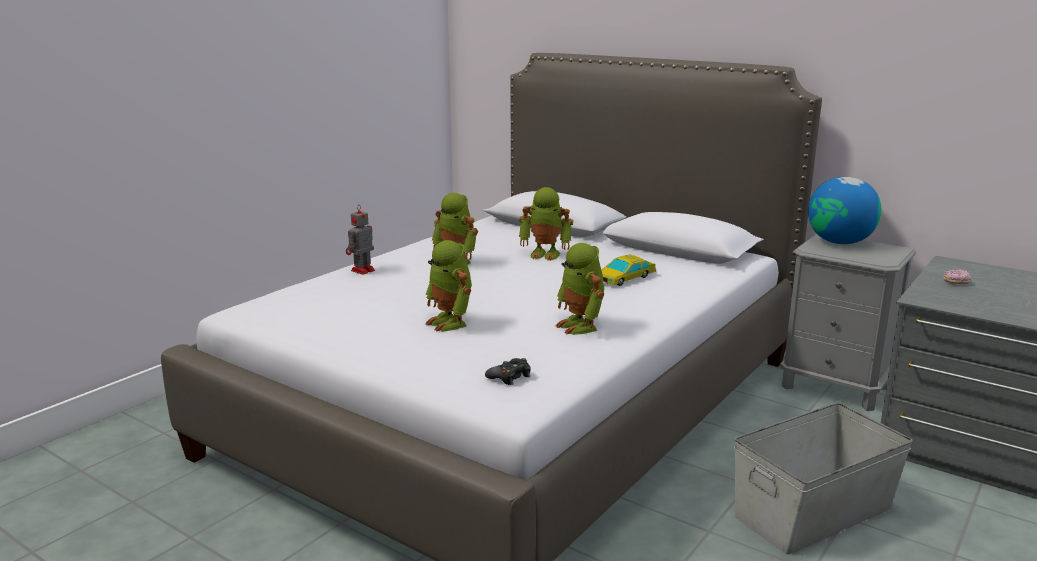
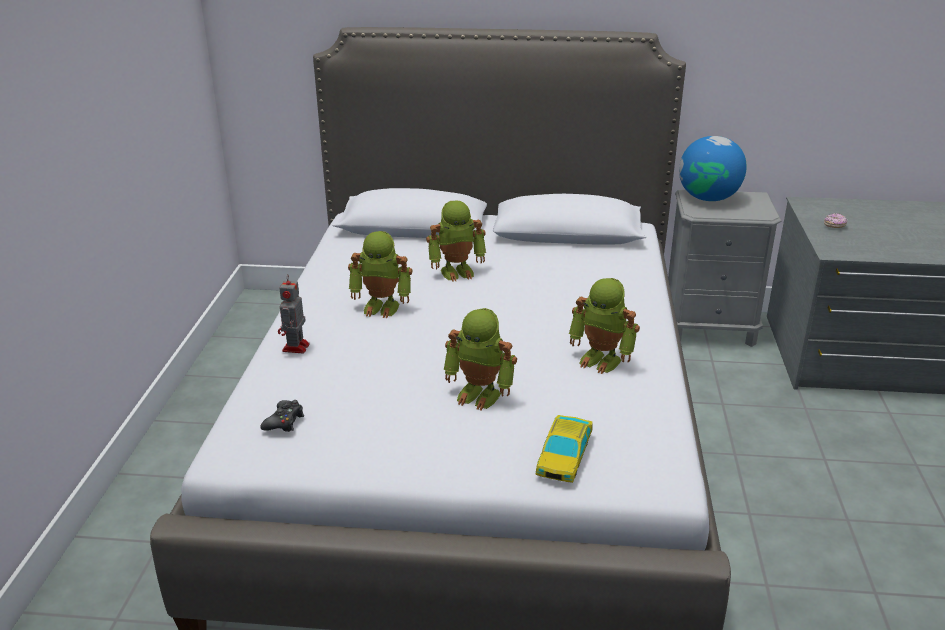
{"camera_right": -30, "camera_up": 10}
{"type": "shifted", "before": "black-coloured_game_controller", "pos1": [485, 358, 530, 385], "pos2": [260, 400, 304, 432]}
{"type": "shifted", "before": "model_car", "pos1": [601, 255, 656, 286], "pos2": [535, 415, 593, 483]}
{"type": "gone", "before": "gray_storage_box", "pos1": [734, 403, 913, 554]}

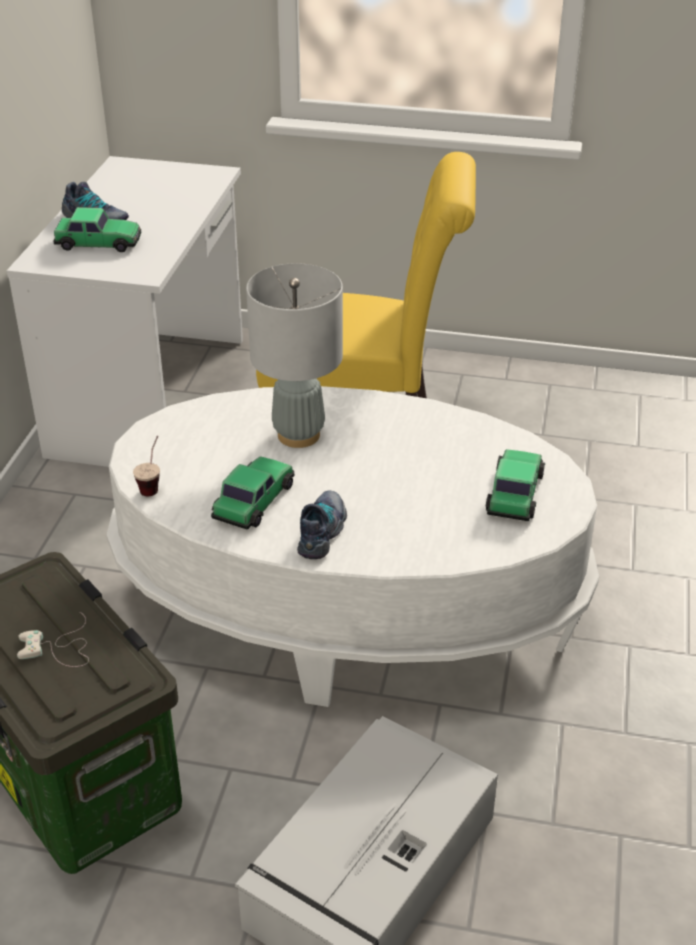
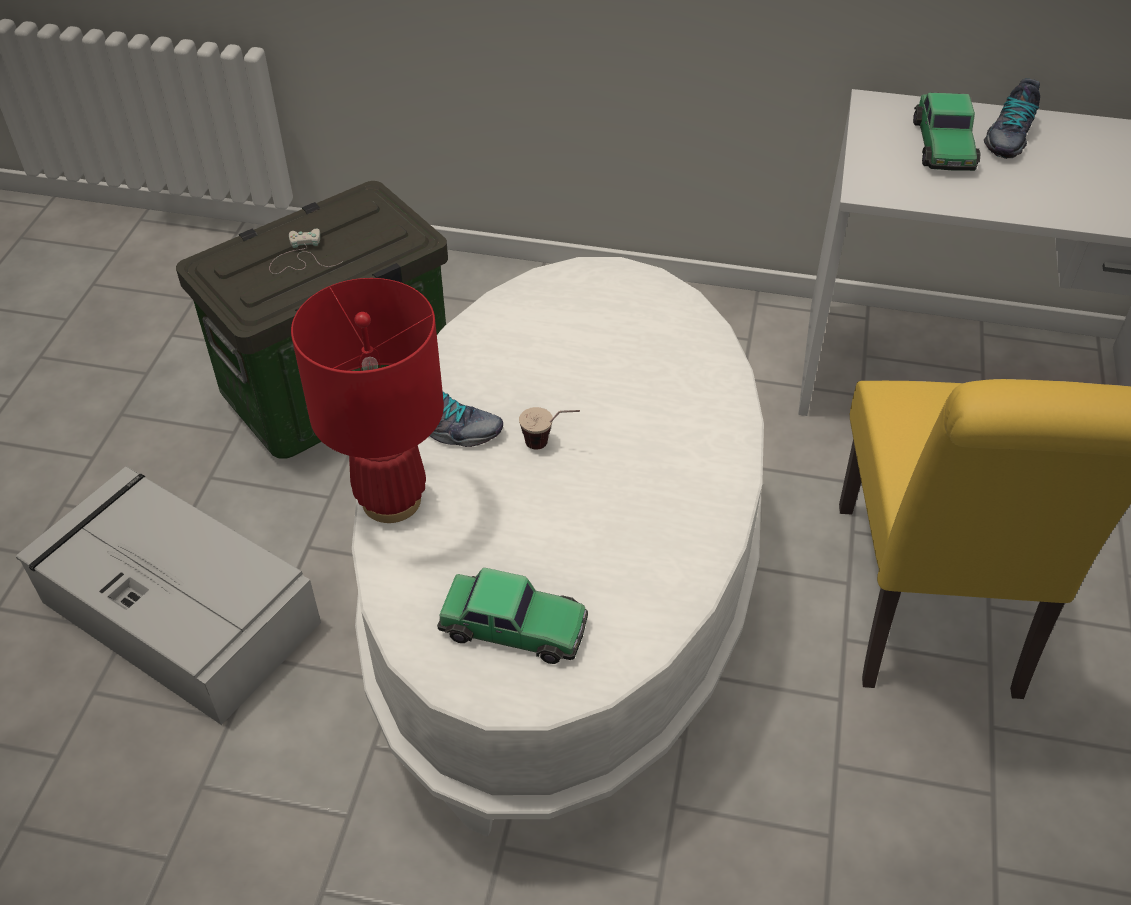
{"camera_right": 90, "camera_up": 10}
{"type": "new", "after": "reddish_lamp_for_a_table", "pos2": [291, 278, 444, 523]}
{"type": "shifted", "before": "small_cup", "pos1": [133, 436, 160, 497], "pos2": [519, 407, 580, 450]}
{"type": "gone", "before": "model_car", "pos1": [211, 456, 295, 529]}
{"type": "gone", "before": "gray_lamp_for_a_table", "pos1": [246, 263, 343, 448]}

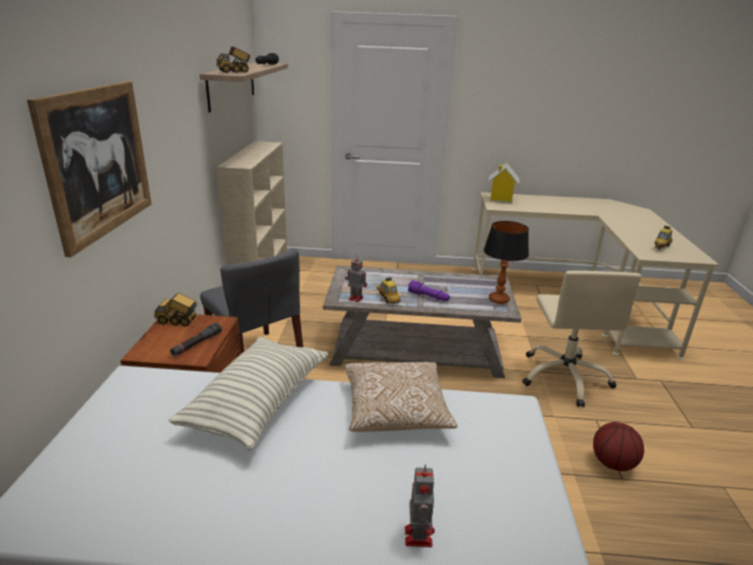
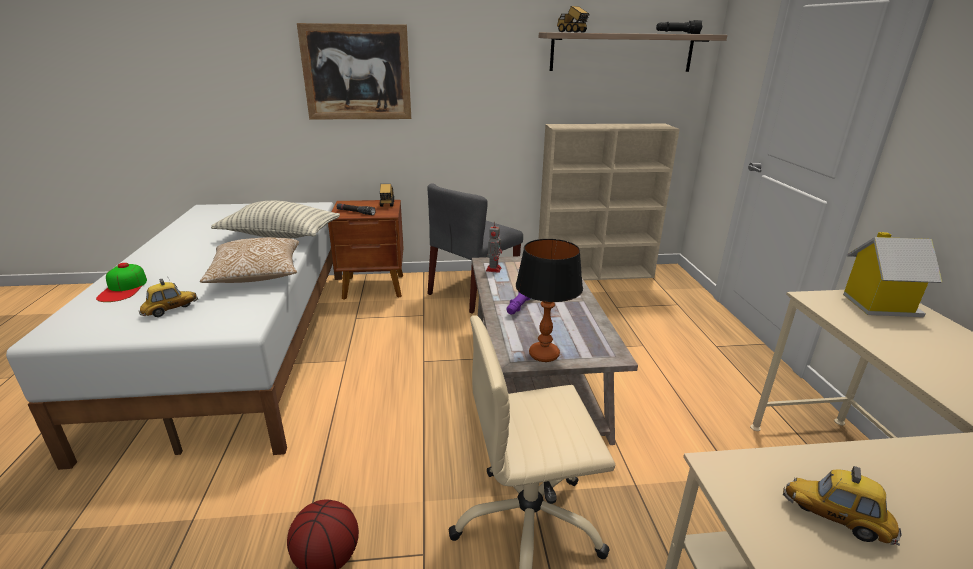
{"camera_right": 80, "camera_up": 0}
{"type": "swapped", "before": "model_robot", "after": "peaked_cap", "pos1": [405, 464, 435, 547], "pos2": [96, 263, 147, 302]}
{"type": "shifted", "before": "model_car", "pos1": [376, 277, 401, 305], "pos2": [139, 278, 198, 317]}

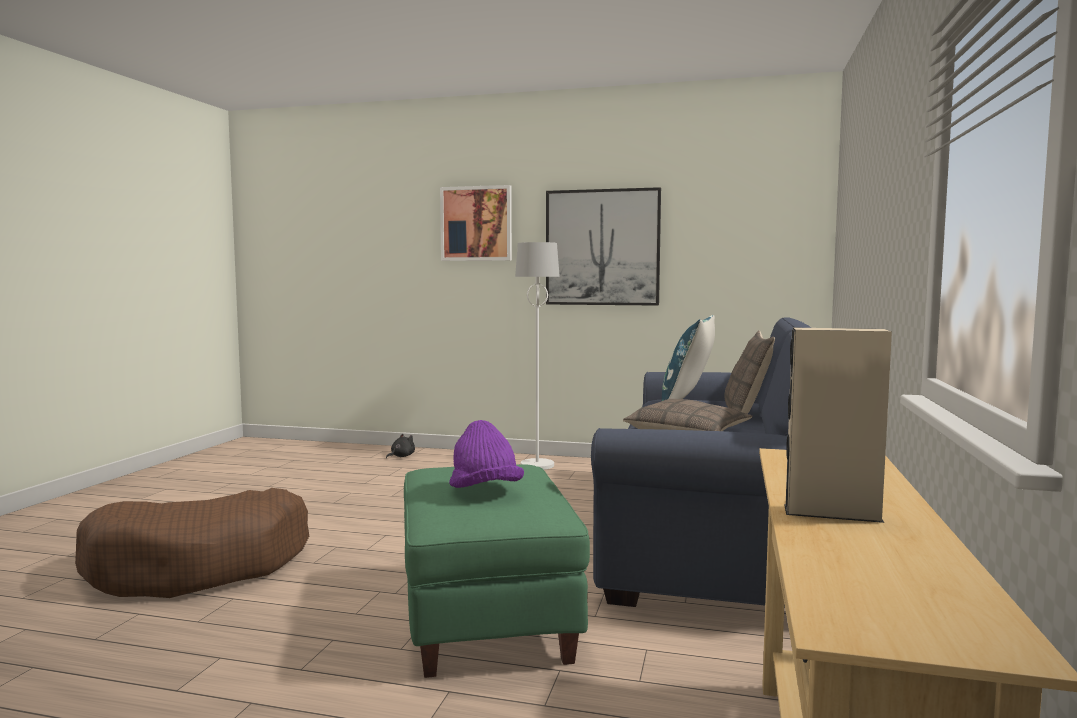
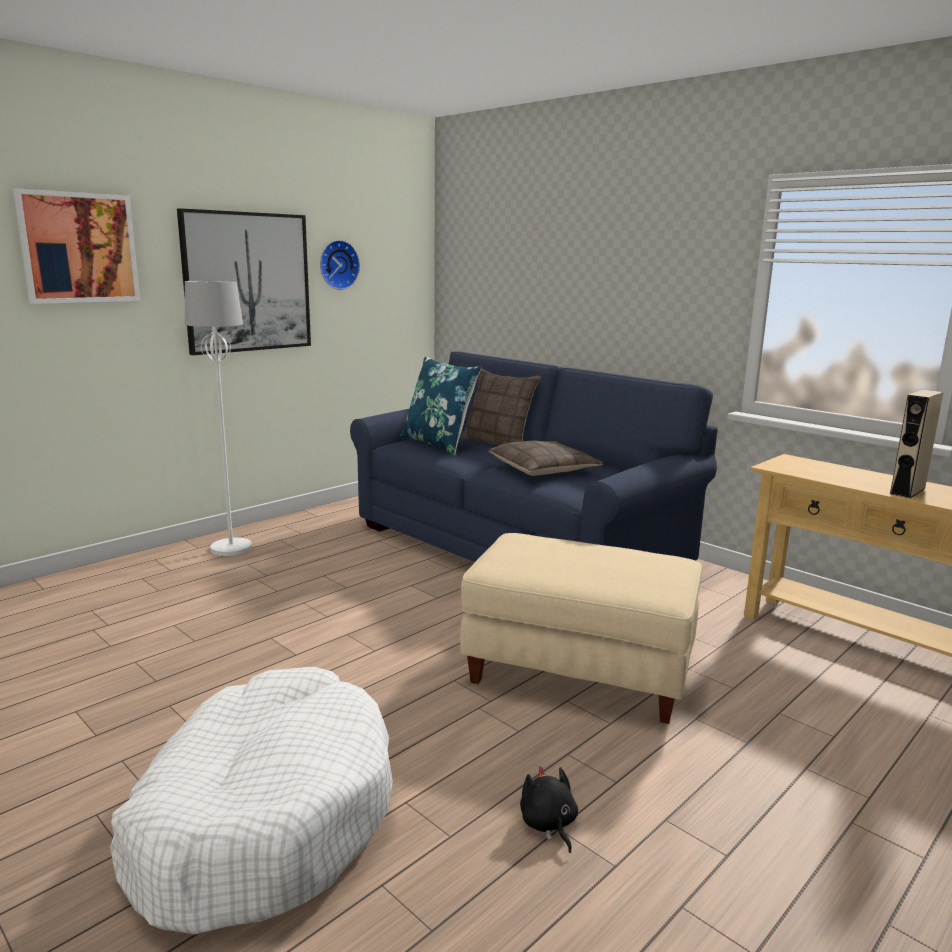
{"camera_right": -60, "camera_up": 10}
{"type": "repainted", "before": "brownish_dog_bed", "after": "white-coloured_dog_bed", "pos1": [75, 488, 309, 598], "pos2": [110, 667, 393, 934]}
{"type": "new", "after": "hanging_clock", "pos2": [320, 240, 360, 290]}
{"type": "repainted", "before": "green-coloured_pouffe", "after": "beige-coloured_pouffe", "pos1": [404, 464, 590, 678], "pos2": [460, 533, 702, 724]}
{"type": "shifted", "before": "black-coloured_cuddly_toy", "pos1": [386, 434, 415, 458], "pos2": [520, 766, 578, 853]}
{"type": "gone", "before": "purplish_wearable_hat", "pos1": [449, 420, 524, 488]}

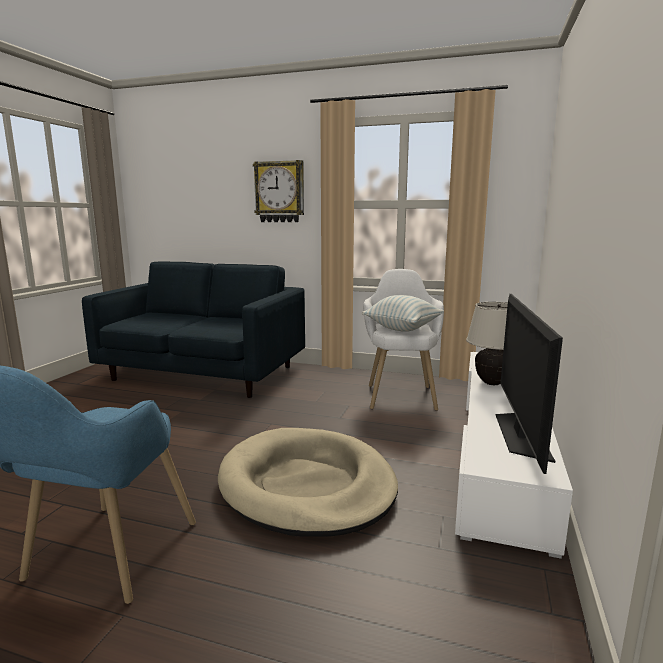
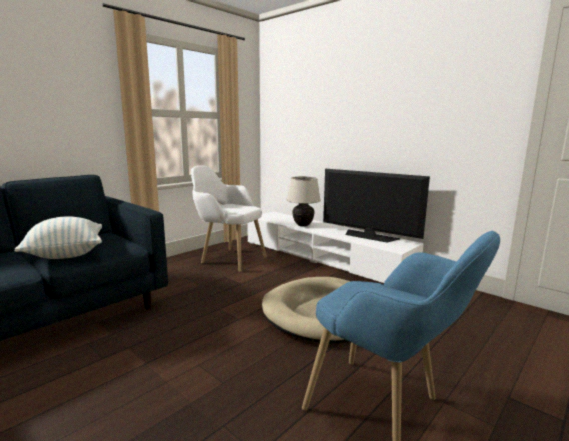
{"camera_right": -65, "camera_up": 0}
{"type": "shifted", "before": "throw_pillow", "pos1": [362, 295, 444, 332], "pos2": [15, 216, 102, 259]}
{"type": "gone", "before": "hanging_clock", "pos1": [253, 160, 304, 222]}

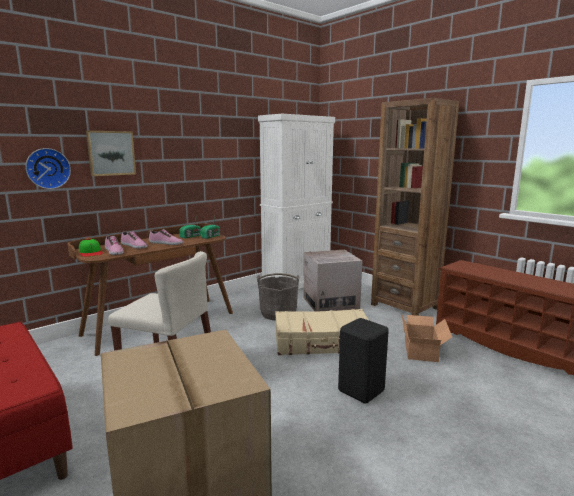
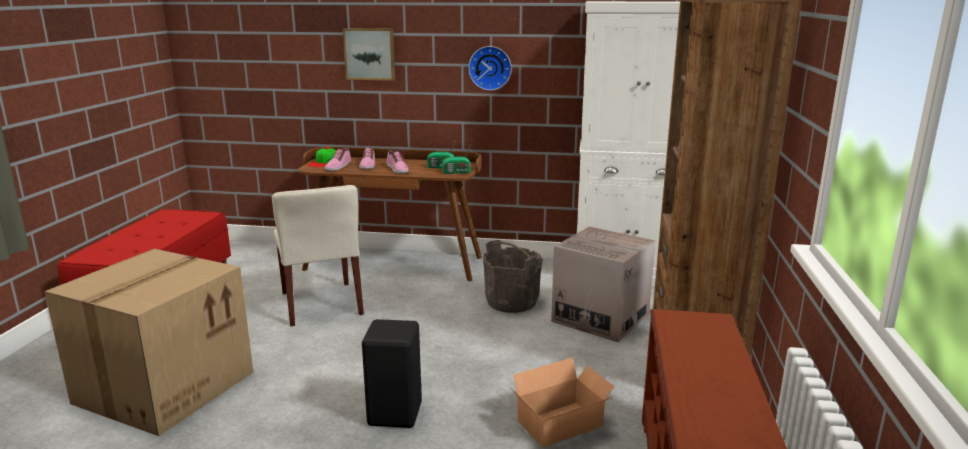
{"camera_right": 50, "camera_up": 5}
{"type": "shifted", "before": "hanging_clock", "pos1": [25, 148, 71, 189], "pos2": [468, 46, 512, 91]}
{"type": "gone", "before": "beige-coloured_piece_of_luggage", "pos1": [275, 309, 369, 355]}

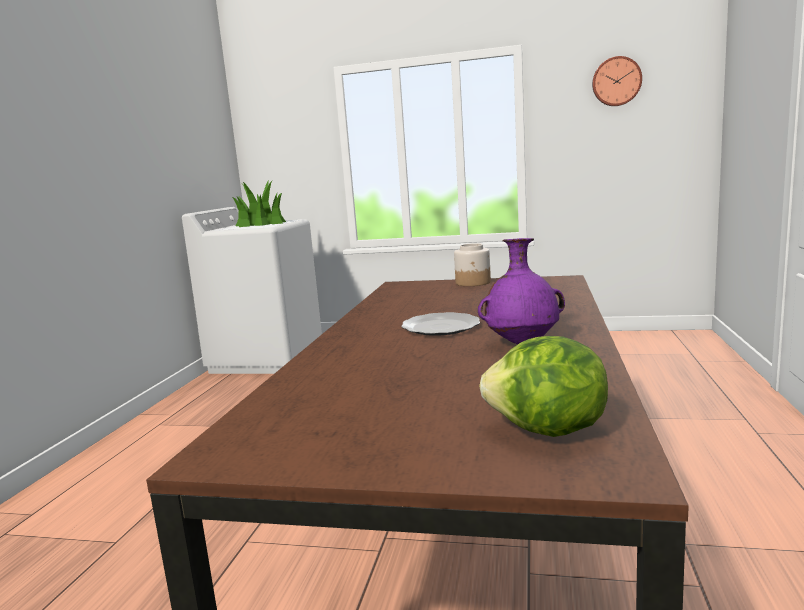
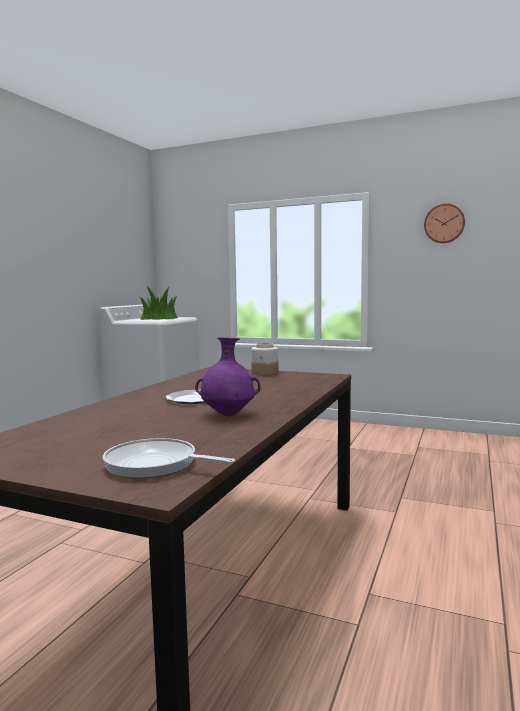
{"camera_right": 10, "camera_up": -5}
{"type": "swapped", "before": "lettuce_head", "after": "skillet", "pos1": [479, 336, 608, 437], "pos2": [103, 438, 235, 479]}

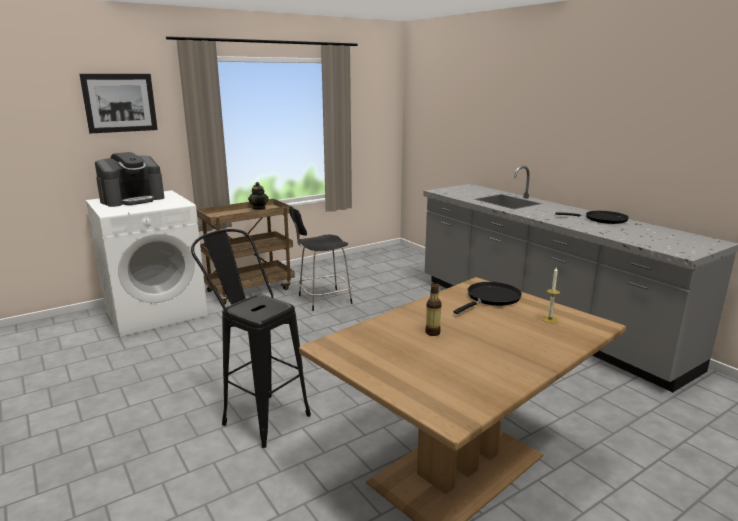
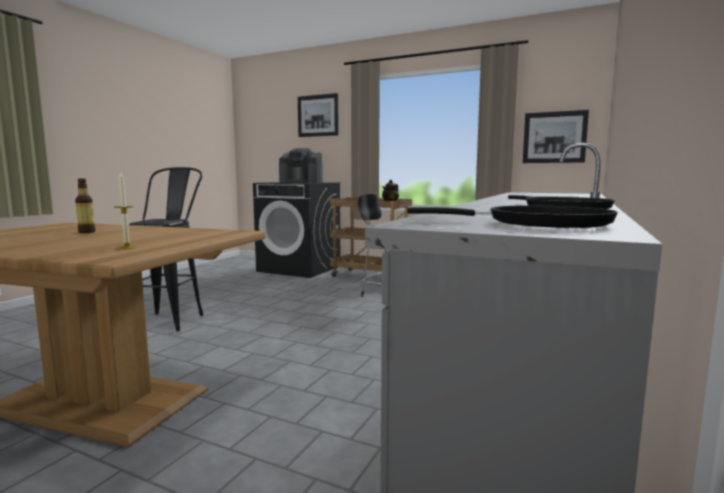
{"camera_right": 60, "camera_up": -10}
{"type": "repainted", "before": "white-coloured_laundry_appliance", "after": "black-coloured_laundry_appliance", "pos1": [86, 190, 208, 337], "pos2": [253, 182, 341, 278]}
{"type": "shifted", "before": "black-coloured_skillet", "pos1": [453, 282, 522, 314], "pos2": [407, 206, 618, 228]}
{"type": "new", "after": "wall_art", "pos2": [523, 110, 589, 163]}

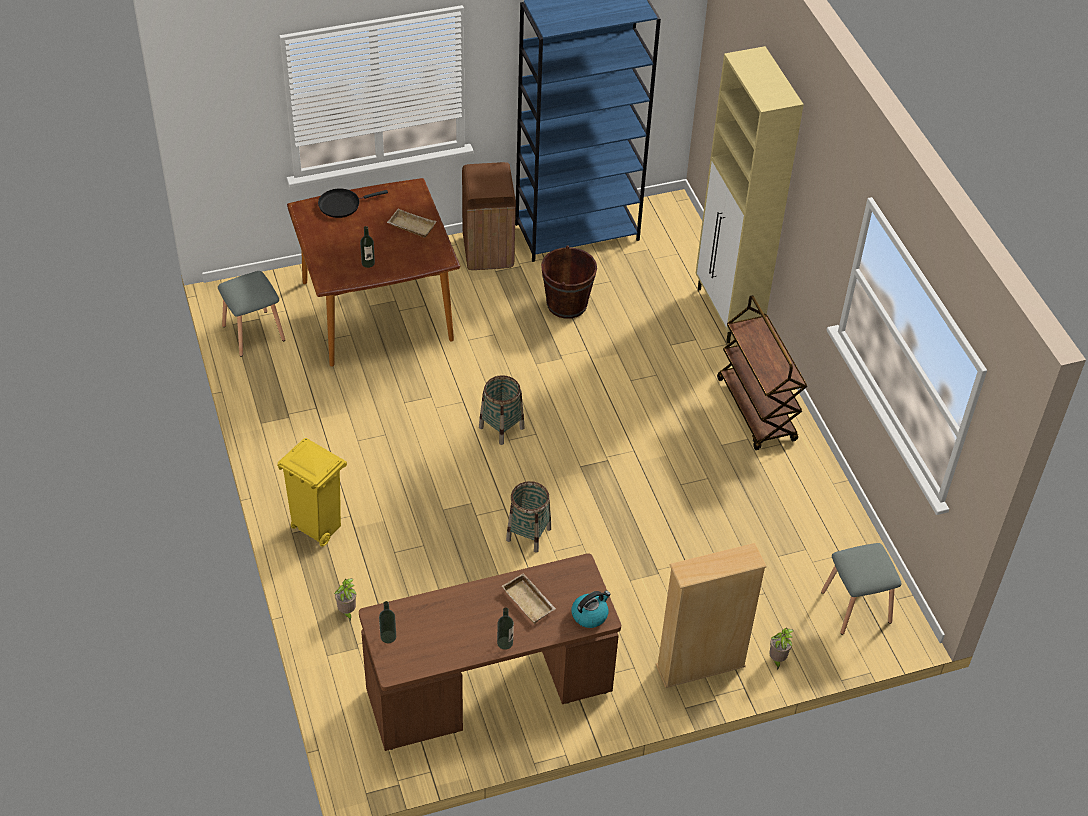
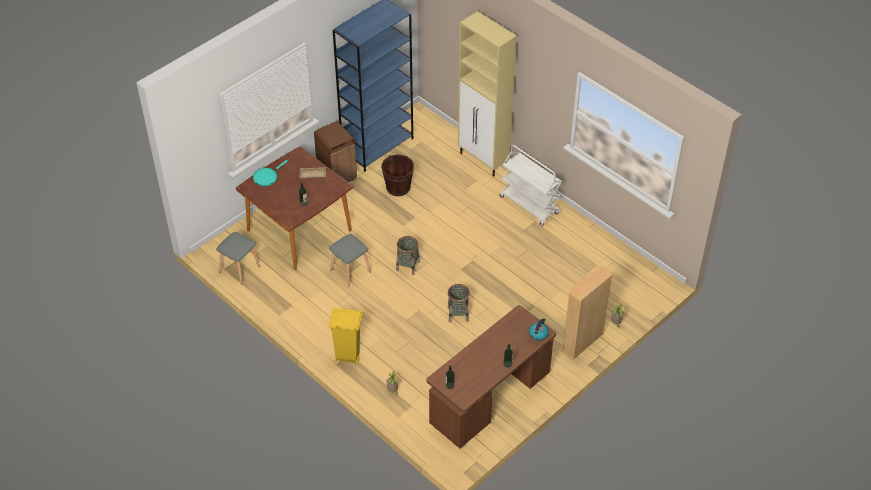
{"camera_right": -25, "camera_up": 0}
{"type": "repainted", "before": "black-coloured_skillet", "after": "turquoise_skillet", "pos1": [318, 188, 388, 218], "pos2": [253, 160, 288, 186]}
{"type": "shifted", "before": "gray_stool", "pos1": [821, 543, 902, 635], "pos2": [329, 234, 371, 287]}
{"type": "repainted", "before": "brownish_wheeled_cart", "after": "white-coloured_wheeled_cart", "pos1": [717, 295, 807, 450], "pos2": [500, 145, 562, 226]}
{"type": "gone", "before": "beige-coloured_tray", "pos1": [502, 573, 556, 624]}

